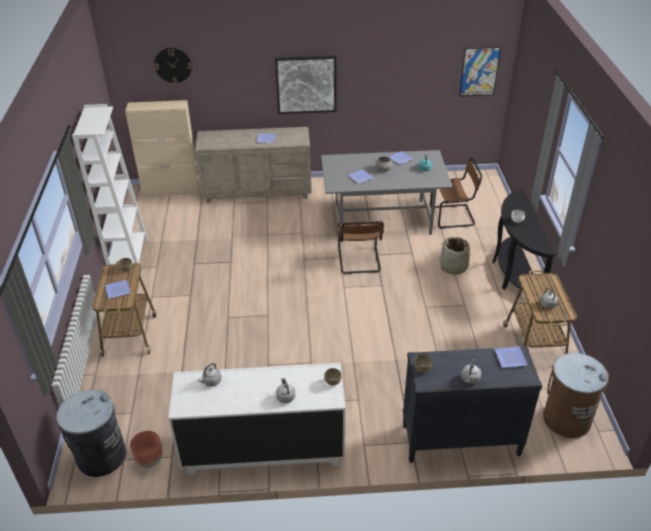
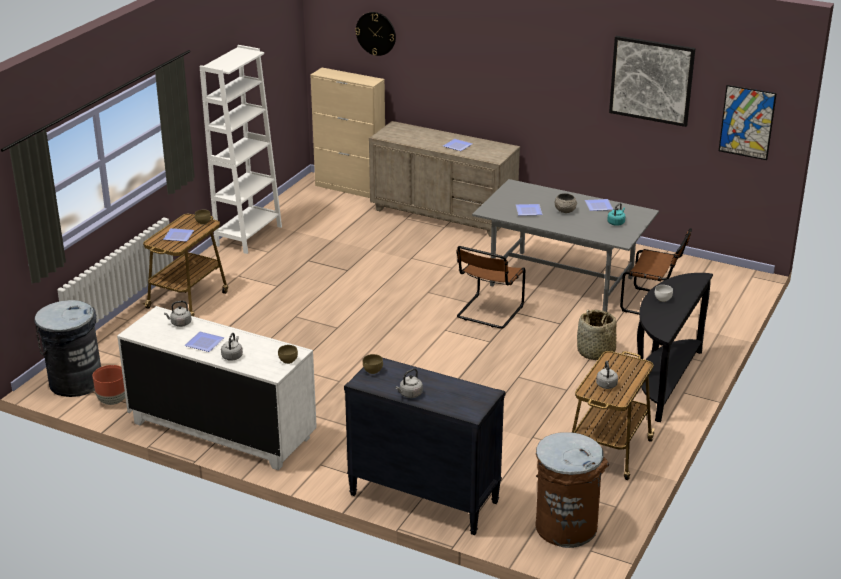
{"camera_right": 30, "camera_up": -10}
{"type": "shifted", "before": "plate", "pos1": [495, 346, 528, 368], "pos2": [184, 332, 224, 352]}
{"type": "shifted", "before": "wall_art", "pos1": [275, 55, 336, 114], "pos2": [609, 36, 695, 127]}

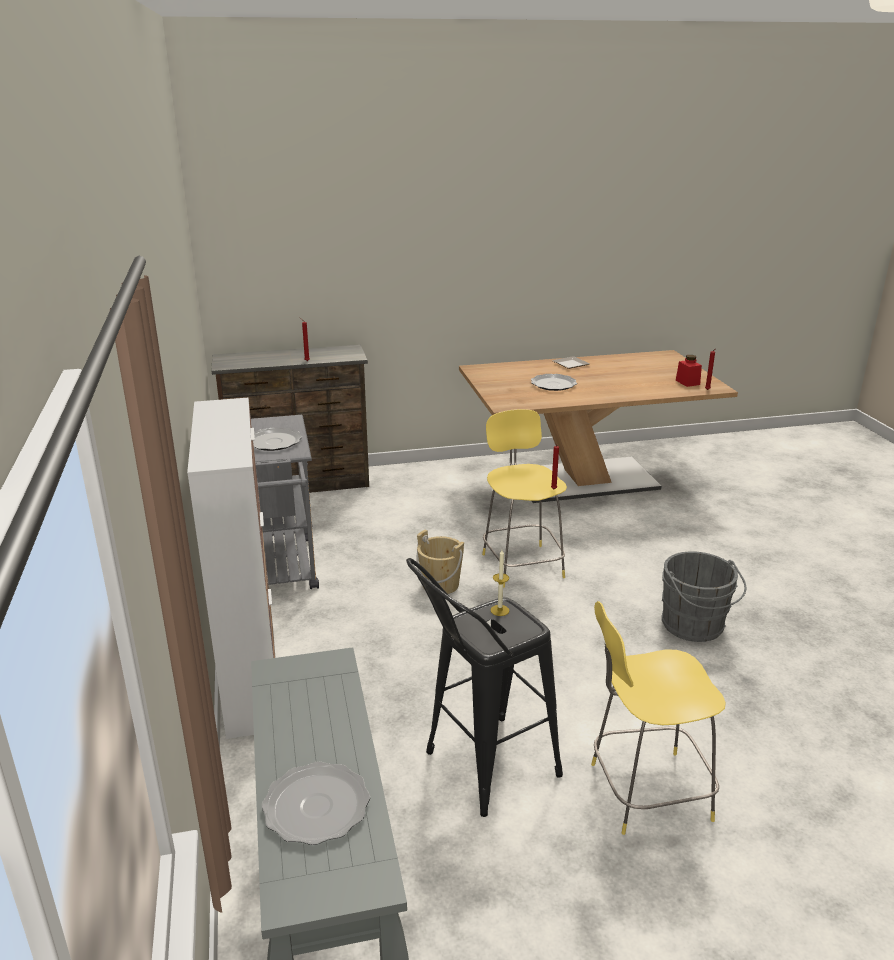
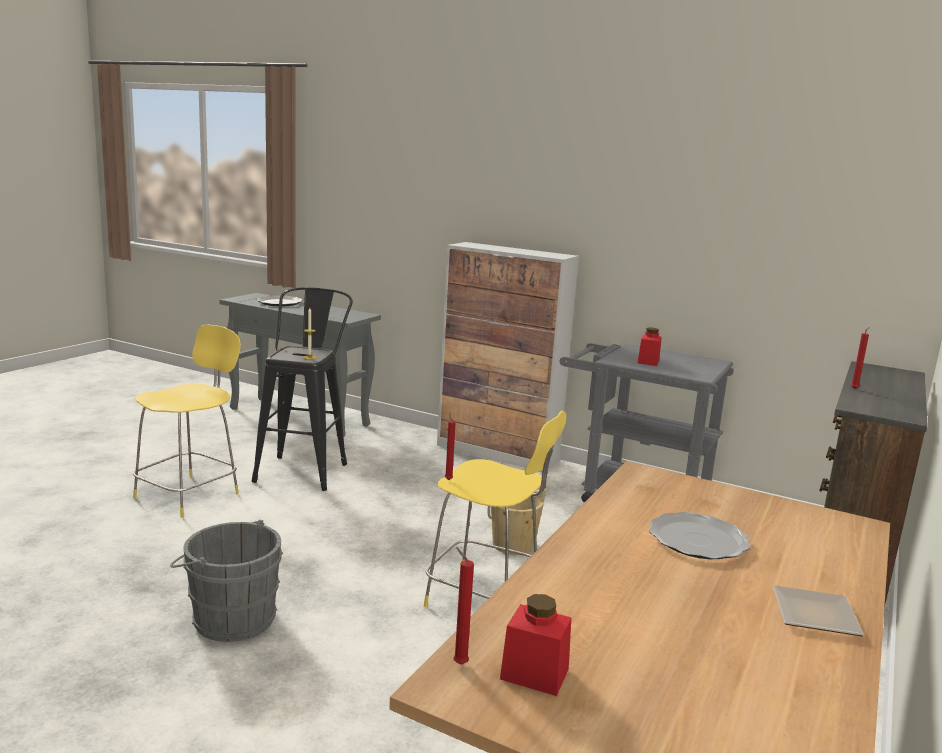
{"camera_right": 130, "camera_up": -10}
{"type": "swapped", "before": "plate", "after": "reddish_preserve_jar", "pos1": [253, 427, 302, 451], "pos2": [638, 327, 662, 366]}

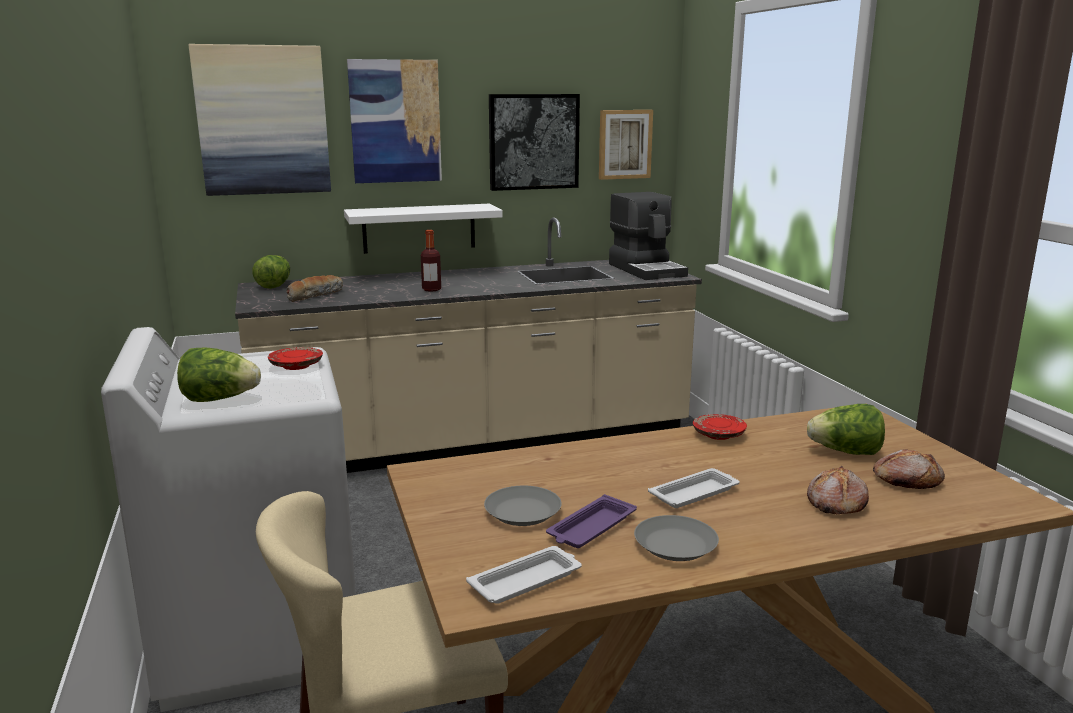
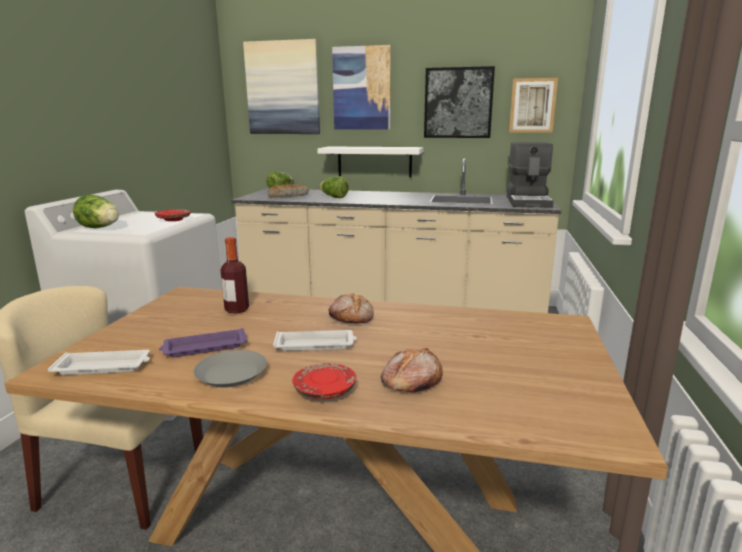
{"camera_right": 30, "camera_up": 0}
{"type": "shifted", "before": "bottle", "pos1": [421, 230, 441, 292], "pos2": [221, 237, 249, 314]}
{"type": "shifted", "before": "reddish_plate", "pos1": [693, 414, 747, 440], "pos2": [292, 363, 356, 399]}
{"type": "shifted", "before": "lettuce_head", "pos1": [807, 404, 885, 455], "pos2": [320, 176, 349, 198]}
{"type": "shifted", "before": "baked_bread", "pos1": [873, 449, 945, 489], "pos2": [328, 293, 374, 324]}
{"type": "gone", "before": "gray_plate", "pos1": [484, 486, 562, 526]}

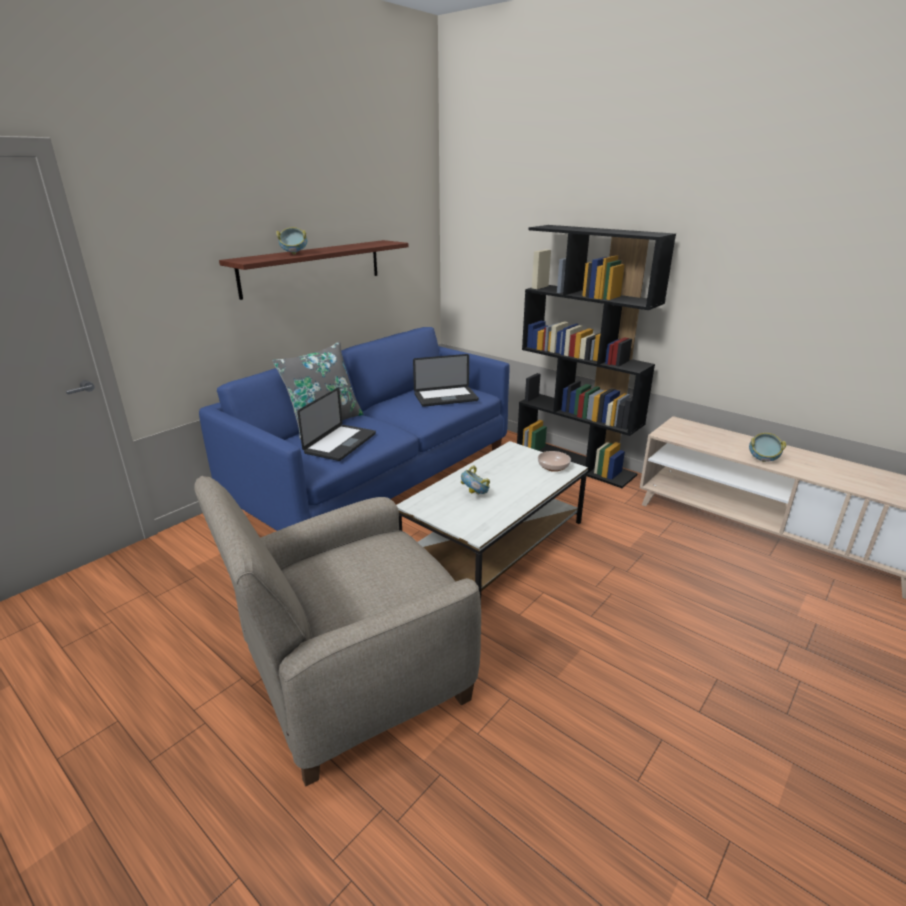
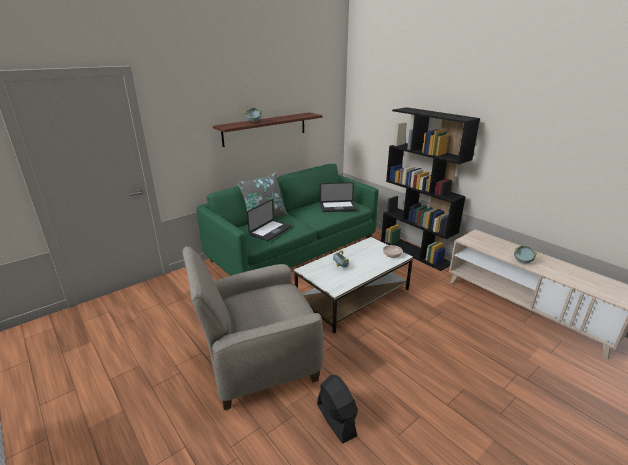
{"camera_right": 10, "camera_up": 0}
{"type": "repainted", "before": "blue_settee", "after": "green-coloured_settee", "pos1": [199, 327, 510, 531], "pos2": [197, 164, 379, 276]}
{"type": "new", "after": "black-coloured_electric_fan", "pos2": [317, 375, 358, 444]}

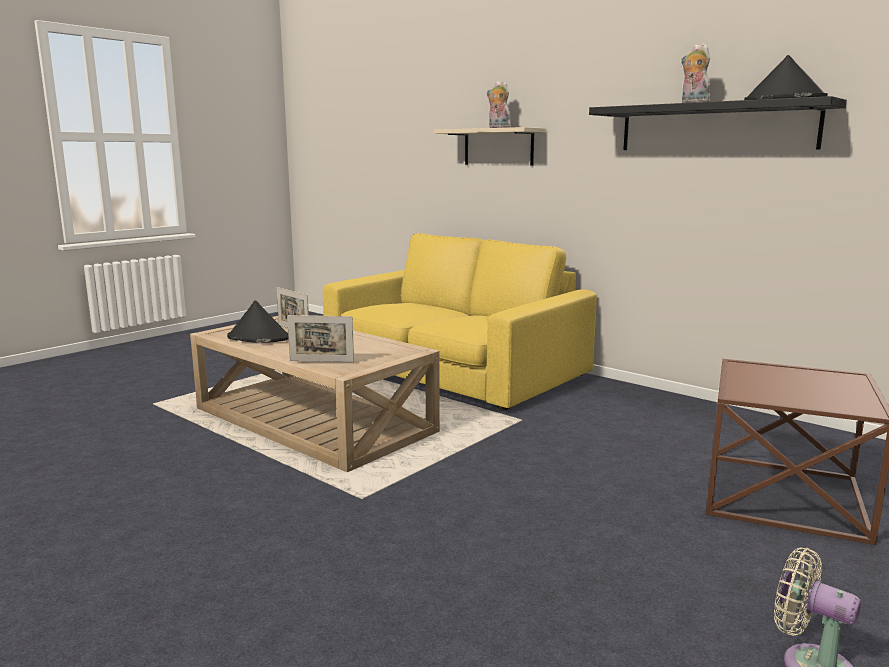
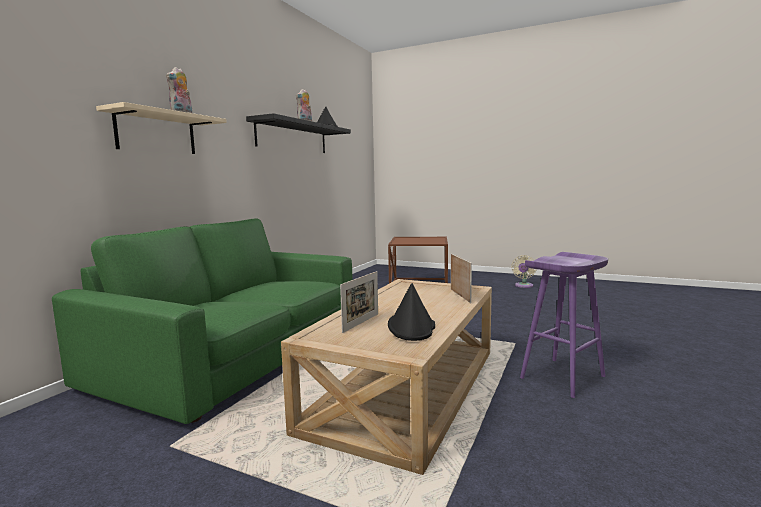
{"camera_right": -105, "camera_up": -5}
{"type": "repainted", "before": "yellowish_settee", "after": "green-coloured_settee", "pos1": [323, 233, 597, 410], "pos2": [52, 219, 353, 424]}
{"type": "new", "after": "purplish_stool", "pos2": [520, 252, 608, 398]}

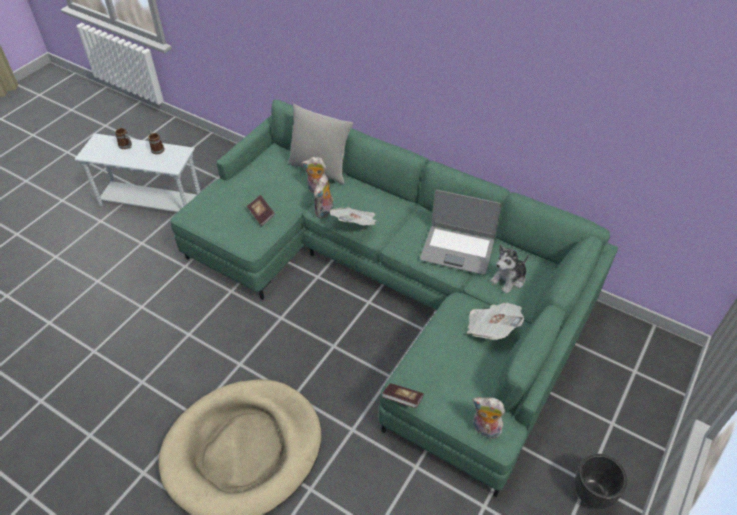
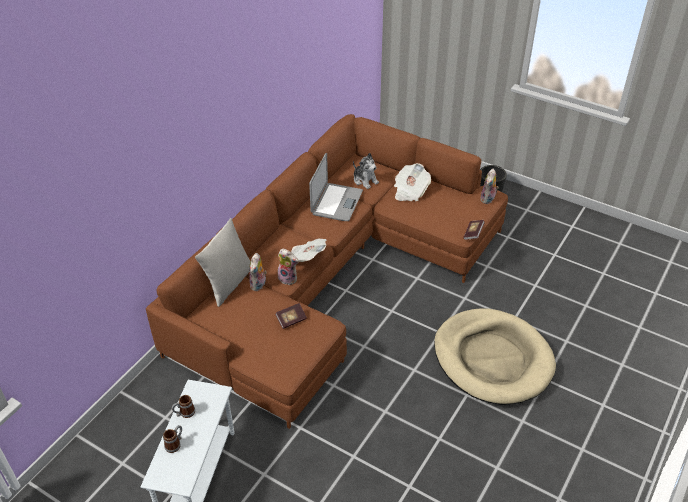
{"camera_right": -90, "camera_up": -5}
{"type": "repainted", "before": "green-coloured_settee", "after": "brownish_settee", "pos1": [170, 100, 618, 497], "pos2": [146, 114, 508, 429]}

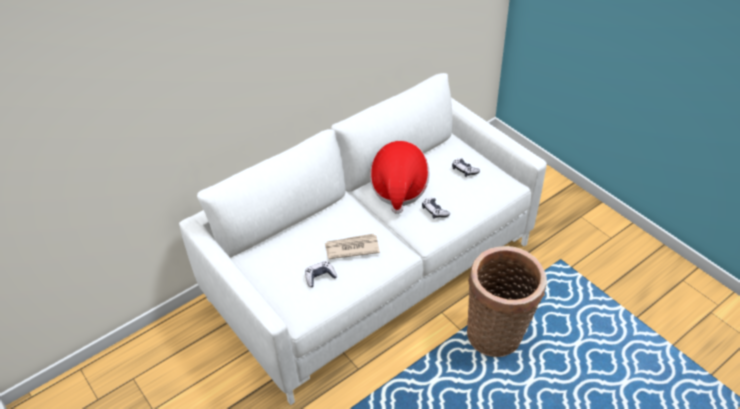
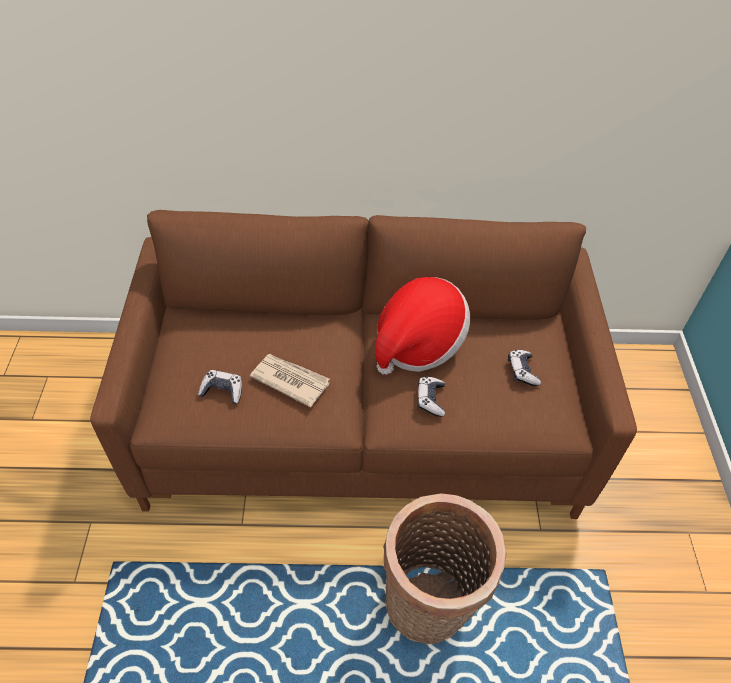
{"camera_right": 35, "camera_up": 5}
{"type": "repainted", "before": "white-coloured_settee", "after": "brownish_settee", "pos1": [179, 73, 547, 405], "pos2": [90, 210, 637, 519]}

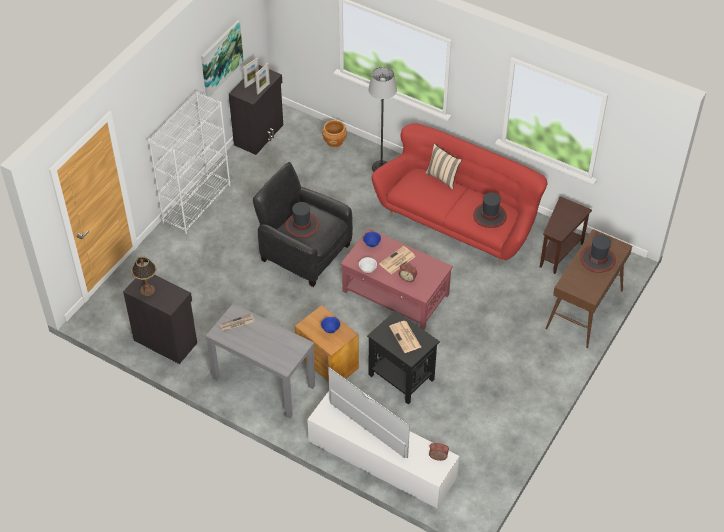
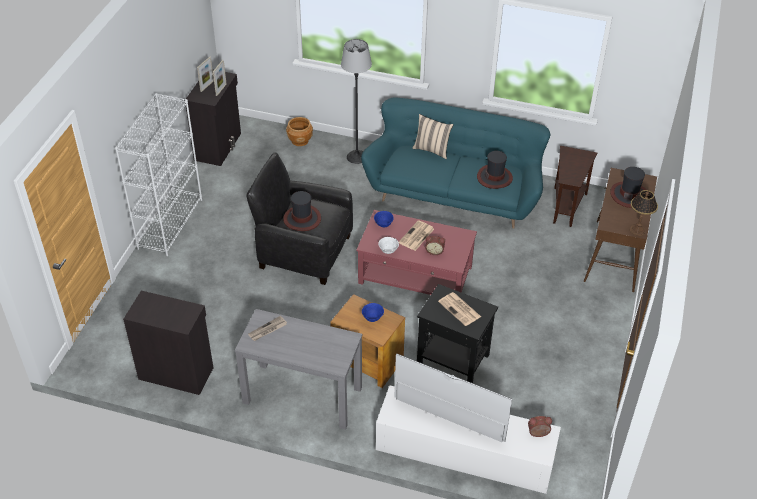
{"camera_right": -15, "camera_up": -5}
{"type": "repainted", "before": "reddish_settee", "after": "turquoise_settee", "pos1": [372, 123, 547, 265], "pos2": [361, 97, 550, 229]}
{"type": "shifted", "before": "lamp_for_a_table", "pos1": [132, 257, 156, 296], "pos2": [630, 190, 658, 236]}
{"type": "gone", "before": "wall_art", "pos1": [201, 20, 244, 97]}

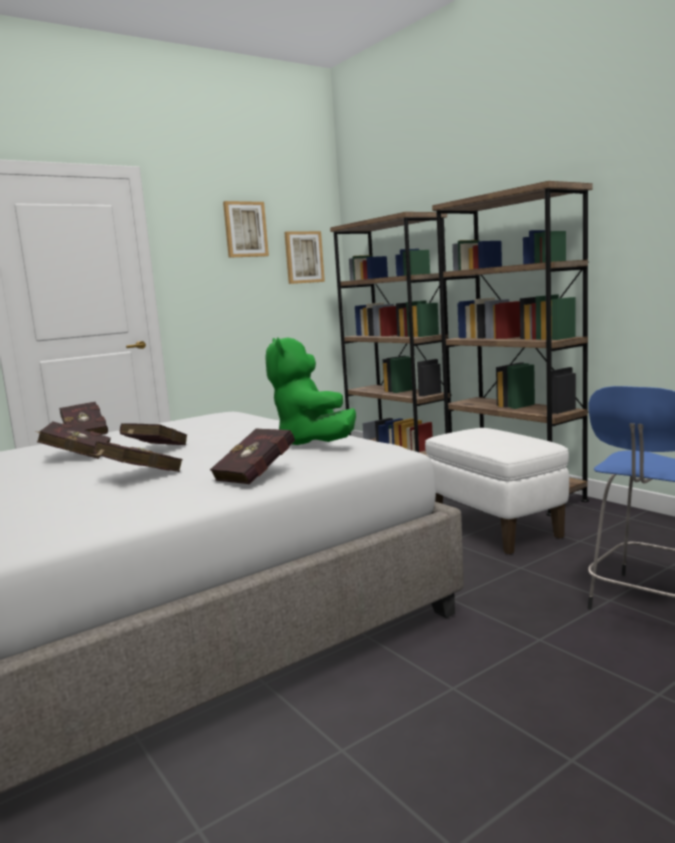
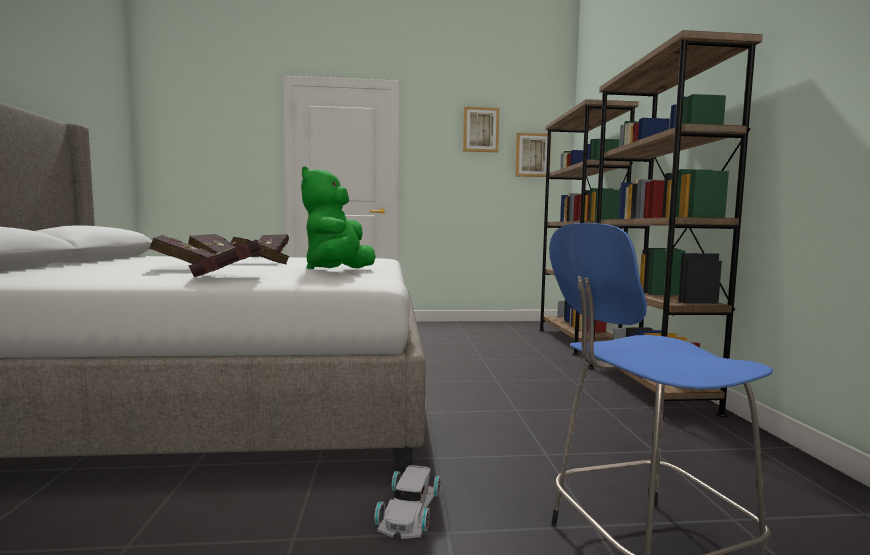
{"camera_right": 30, "camera_up": -5}
{"type": "new", "after": "white-coloured_model_car", "pos2": [374, 465, 441, 539]}
{"type": "gone", "before": "white-coloured_pouffe", "pos1": [425, 428, 569, 555]}

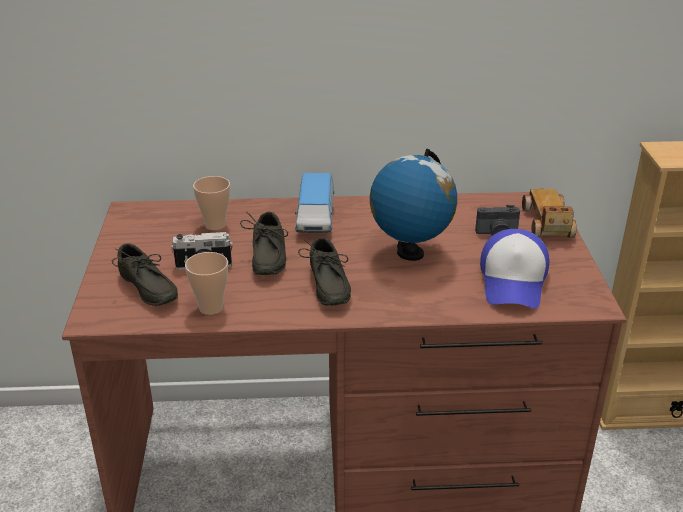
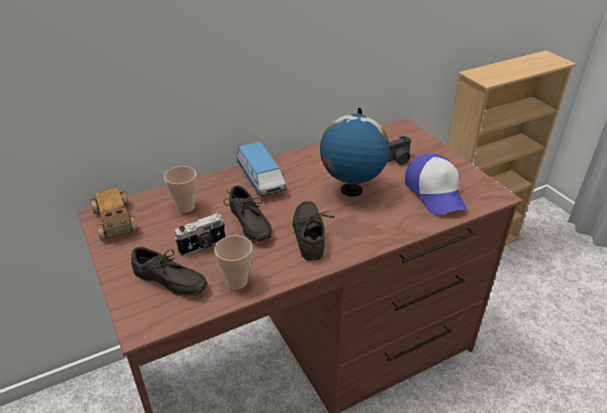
{"camera_right": -25, "camera_up": 5}
{"type": "shifted", "before": "model_car", "pos1": [522, 189, 576, 238], "pos2": [90, 188, 138, 241]}
{"type": "rotated", "before": "gray_shoe", "pos1": [298, 237, 351, 306], "pos2": [292, 201, 335, 261], "turn": -150}

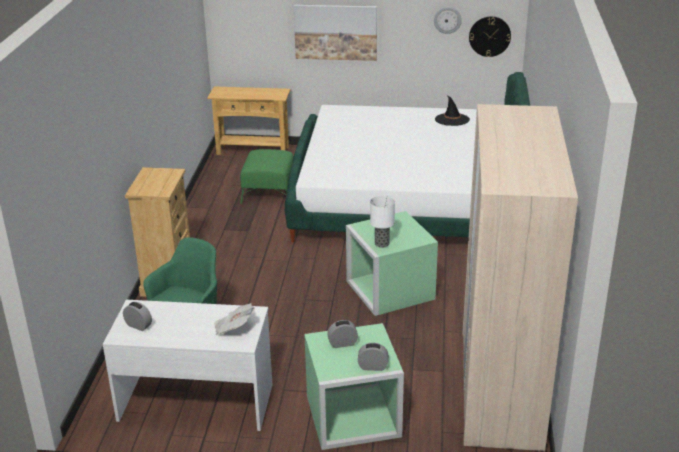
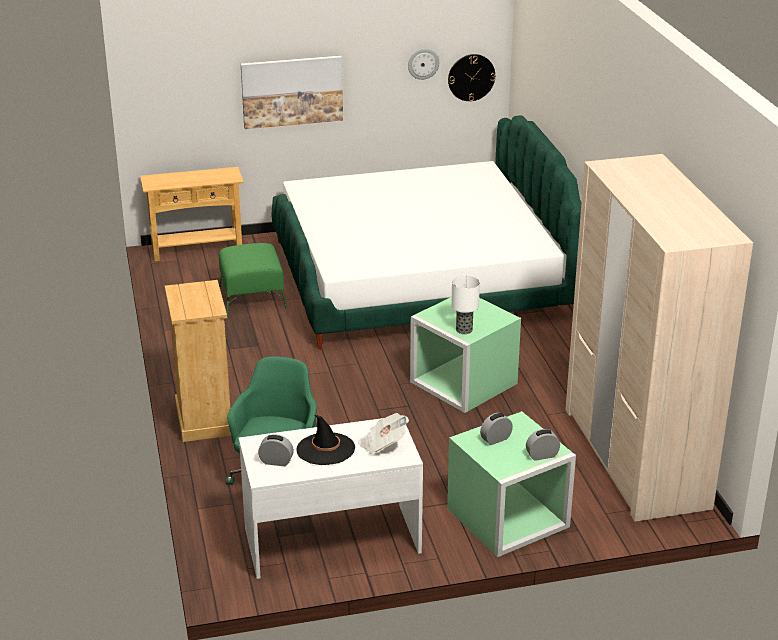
{"camera_right": -20, "camera_up": 0}
{"type": "shifted", "before": "black-coloured_wearable_hat", "pos1": [435, 96, 470, 126], "pos2": [296, 414, 355, 465]}

